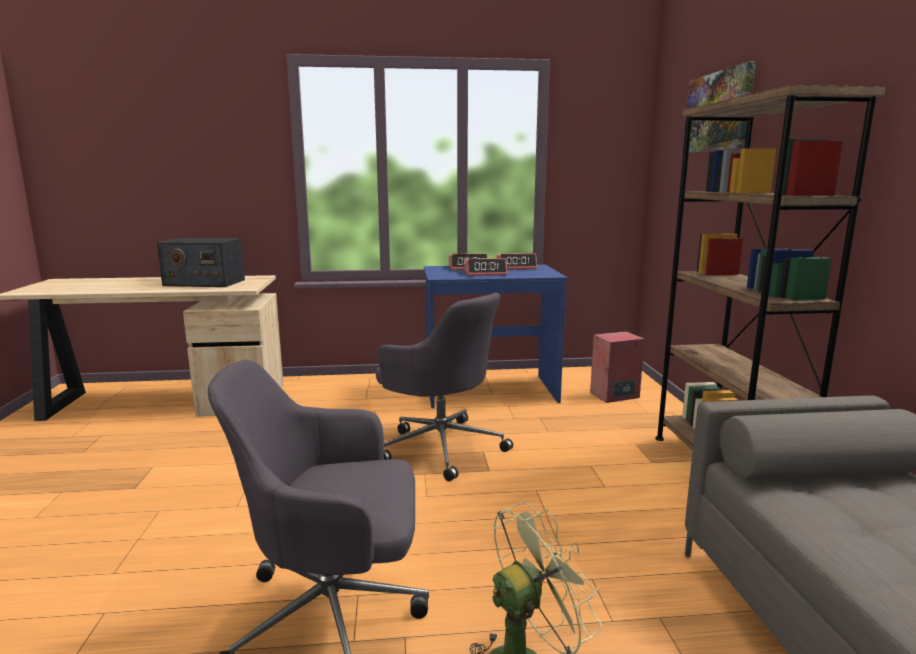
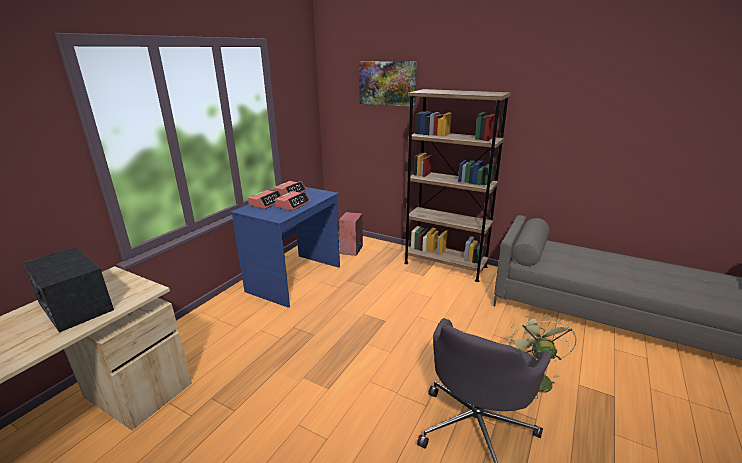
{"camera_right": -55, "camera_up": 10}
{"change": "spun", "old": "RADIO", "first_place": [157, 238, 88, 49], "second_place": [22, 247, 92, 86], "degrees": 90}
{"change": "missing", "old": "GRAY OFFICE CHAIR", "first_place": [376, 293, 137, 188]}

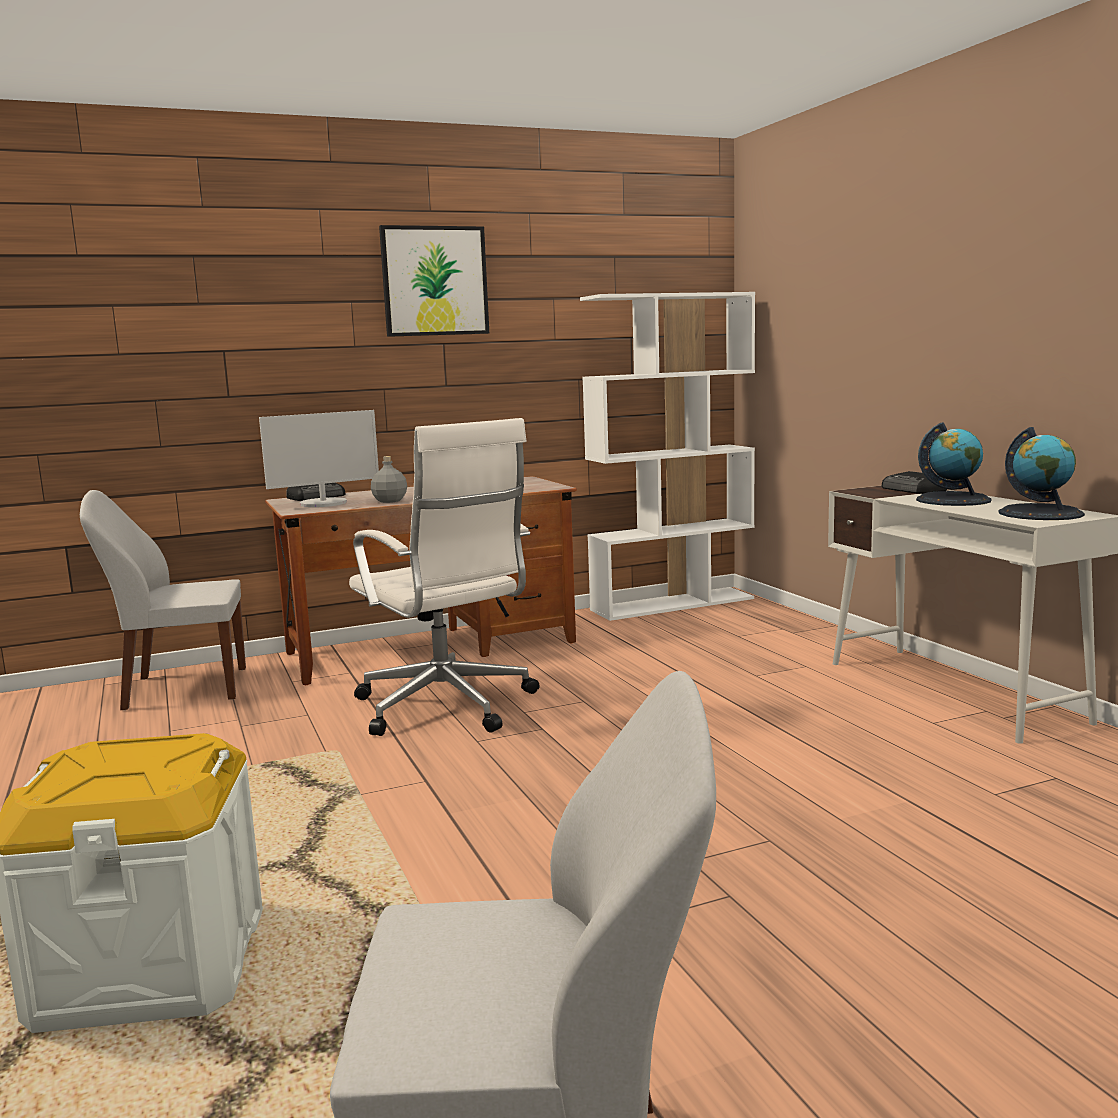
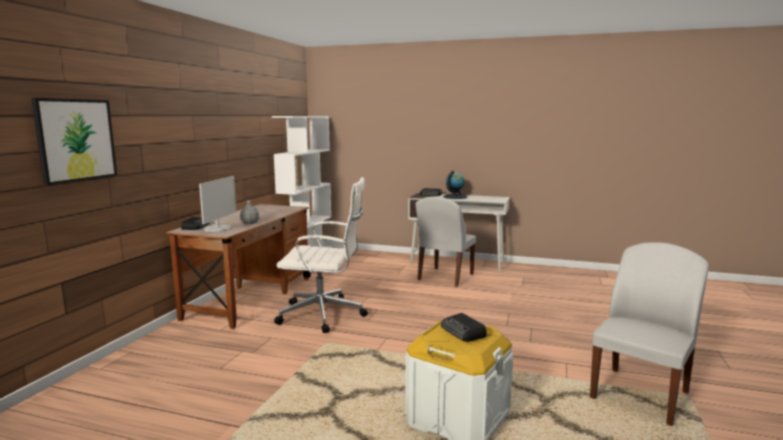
{"camera_right": -50, "camera_up": 0}
{"change": "relocated", "old": "WALL PICTURE", "first_place": [379, 225, 110, 112], "second_place": [31, 98, 86, 87]}
{"change": "relocated", "old": "WHITISH PLAIN CHAIR", "first_place": [80, 490, 166, 220], "second_place": [416, 197, 60, 90]}
{"change": "appeared", "new": "RADIO", "second_place": [441, 313, 46, 29]}
{"change": "missing", "old": "GLOBE", "first_place": [999, 427, 86, 93]}

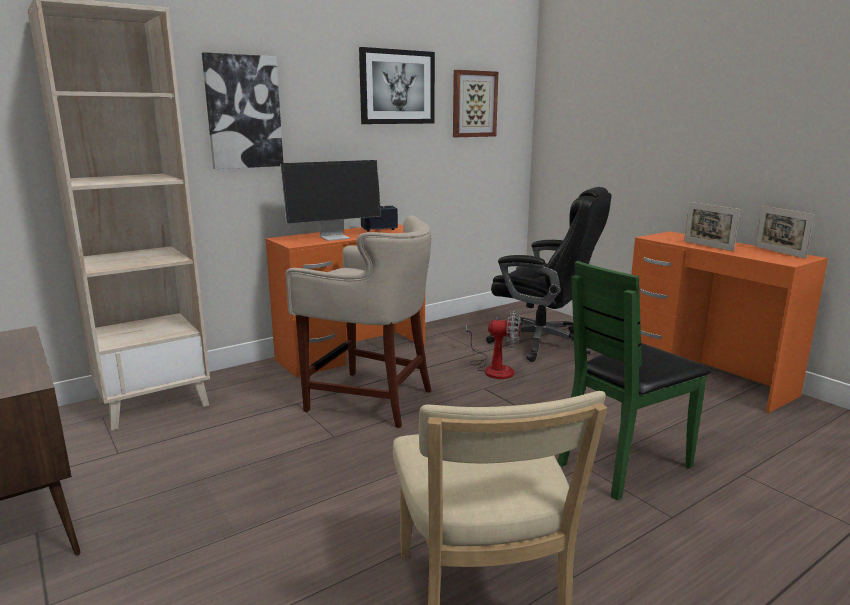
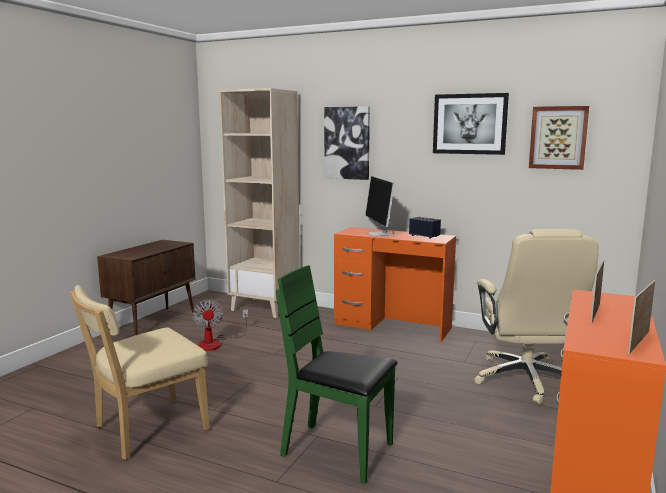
{"camera_right": 60, "camera_up": -5}
{"change": "relocated", "old": "COOLING FAN", "first_place": [465, 311, 56, 68], "second_place": [193, 299, 55, 52]}
{"change": "spun", "old": "MONITOR", "first_place": [280, 160, 101, 81], "second_place": [365, 176, 30, 60], "degrees": 45}
{"change": "colour", "old": "BLACKISH OFFICE CHAIR", "new": "SAND-COLOURED OFFICE CHAIR", "first_place": [486, 187, 125, 175], "second_place": [474, 229, 125, 175]}
{"change": "missing", "old": "SAND-COLOURED STOOL", "first_place": [286, 215, 146, 213]}

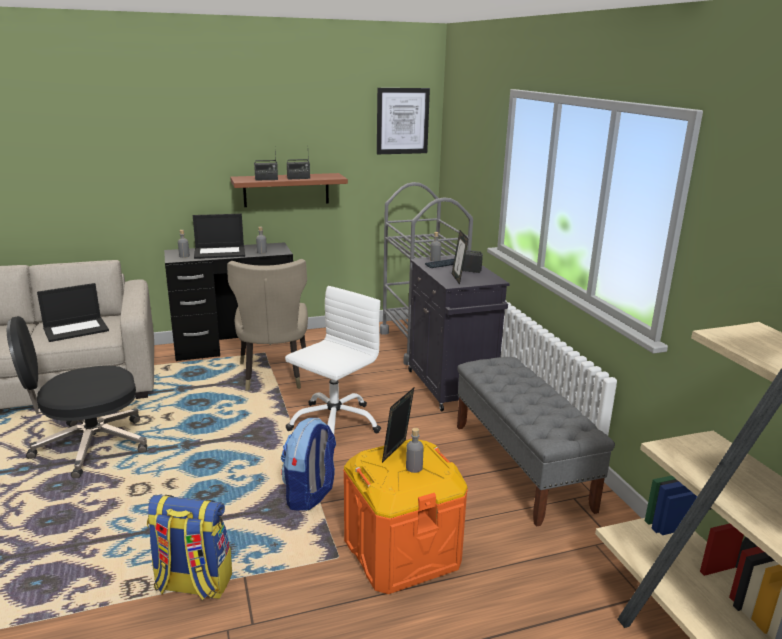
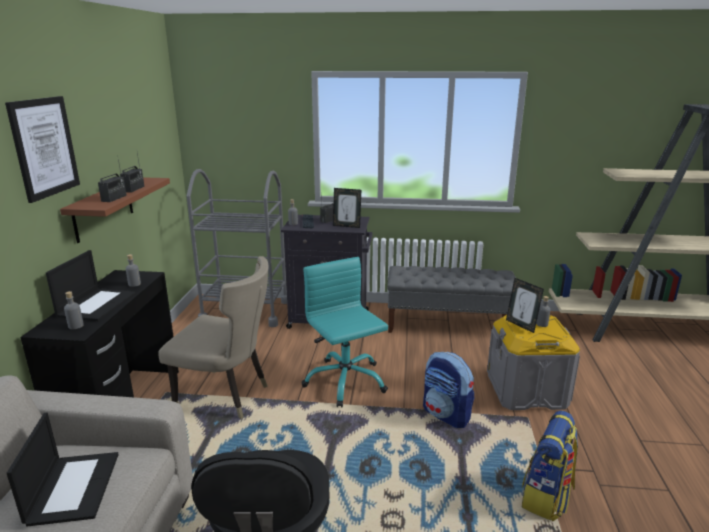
{"camera_right": -65, "camera_up": 0}
{"change": "relocated", "old": "WALL PICTURE", "first_place": [377, 88, 53, 66], "second_place": [5, 96, 75, 107]}
{"change": "colour", "old": "WHITISH OFFICE CHAIR", "new": "BLUE-GREEN OFFICE CHAIR", "first_place": [285, 286, 96, 148], "second_place": [301, 257, 87, 150]}
{"change": "colour", "old": "ORANGEY STORAGE BIN", "new": "GRAY STORAGE BIN", "first_place": [343, 439, 125, 155], "second_place": [487, 315, 93, 95]}

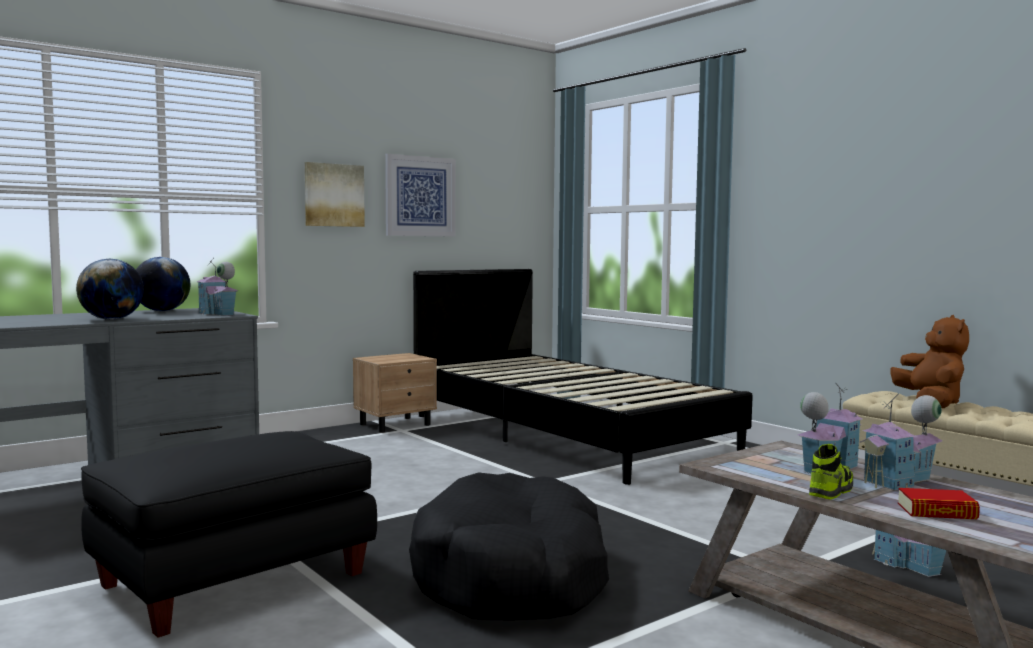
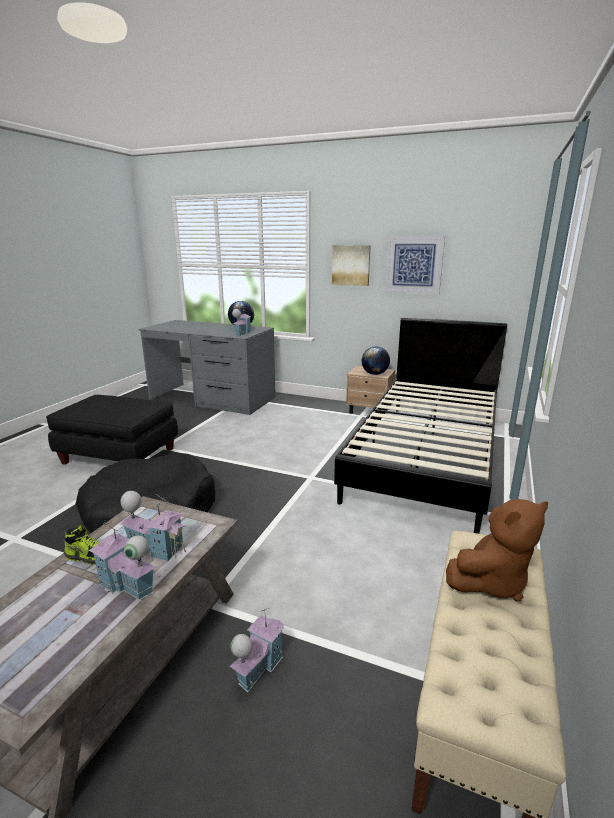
{"camera_right": 60, "camera_up": 15}
{"change": "relocated", "old": "GLOBE", "first_place": [76, 259, 68, 61], "second_place": [362, 346, 28, 29]}
{"change": "missing", "old": "BOUND BOOK", "first_place": [898, 488, 82, 31]}

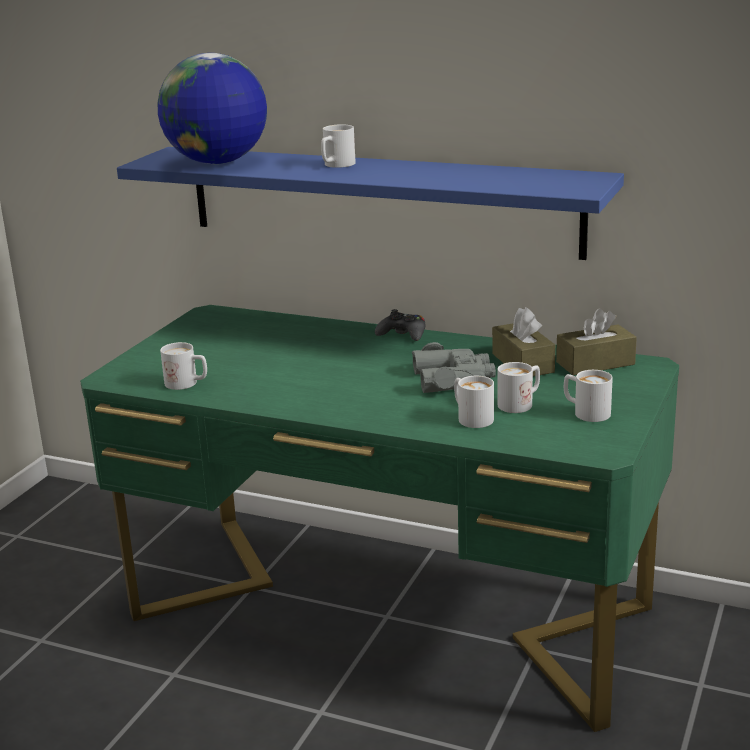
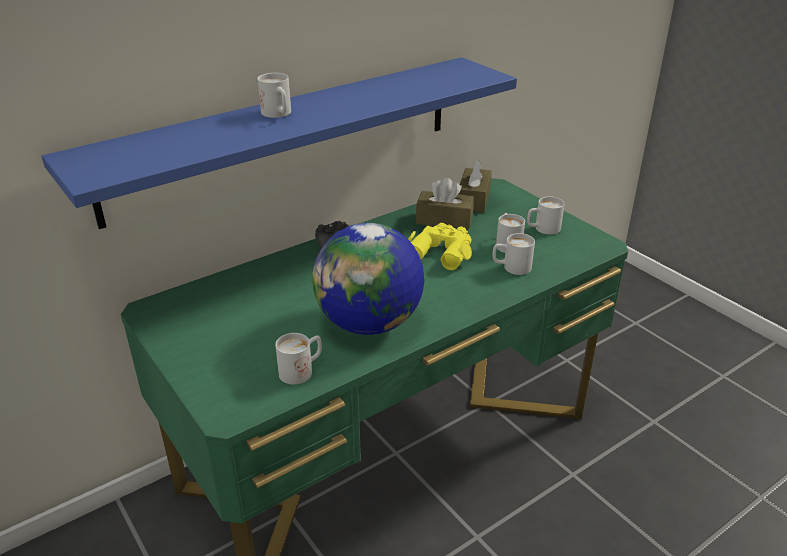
{"camera_right": -60, "camera_up": 10}
{"change": "relocated", "old": "GLOBE", "first_place": [158, 53, 109, 111], "second_place": [312, 223, 112, 112]}
{"change": "colour", "old": "GRAY BINOCULARS", "new": "YELLOW-COLOURED BINOCULARS", "first_place": [412, 342, 84, 51], "second_place": [408, 223, 64, 47]}

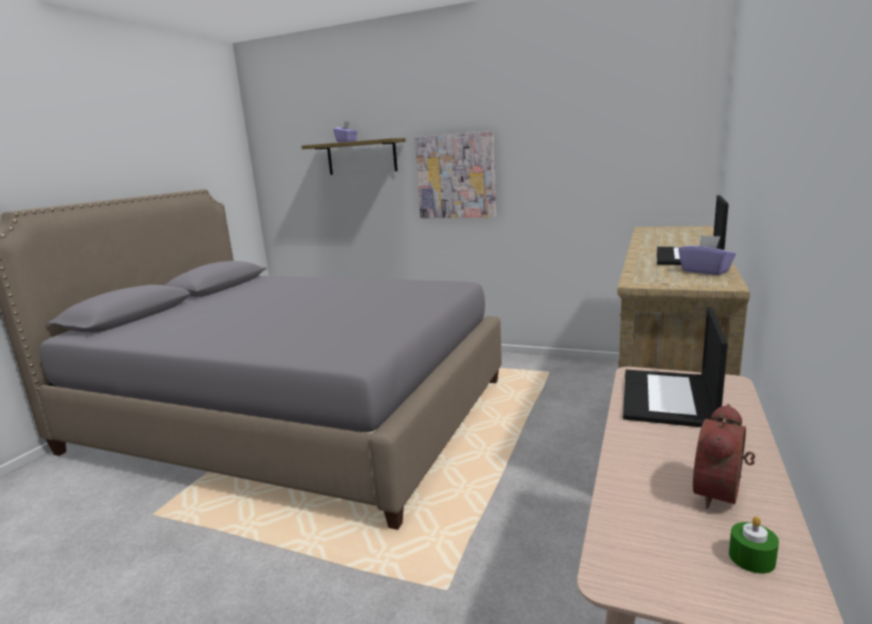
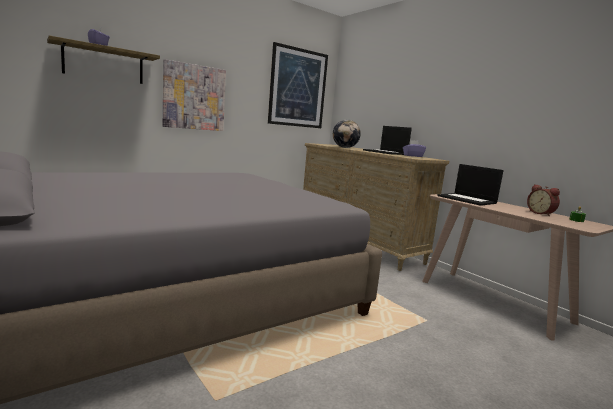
{"camera_right": -60, "camera_up": -5}
{"change": "appeared", "new": "WALL PICTURE", "second_place": [268, 42, 60, 86]}
{"change": "appeared", "new": "GLOBE", "second_place": [333, 120, 28, 28]}

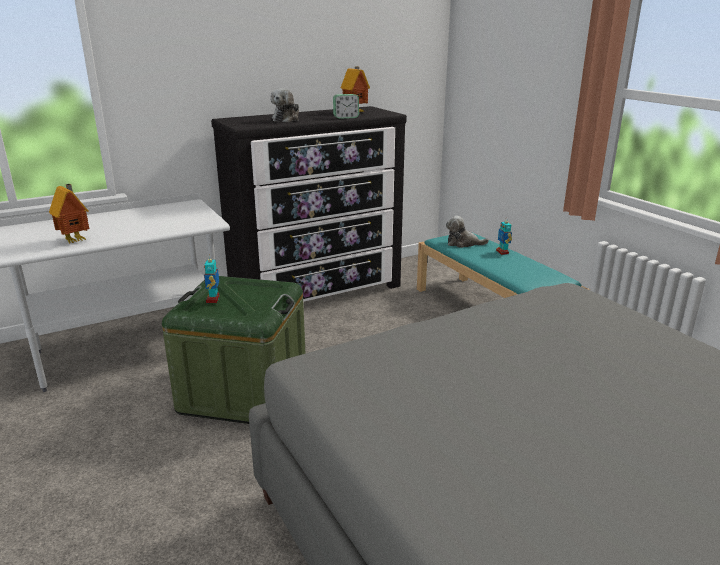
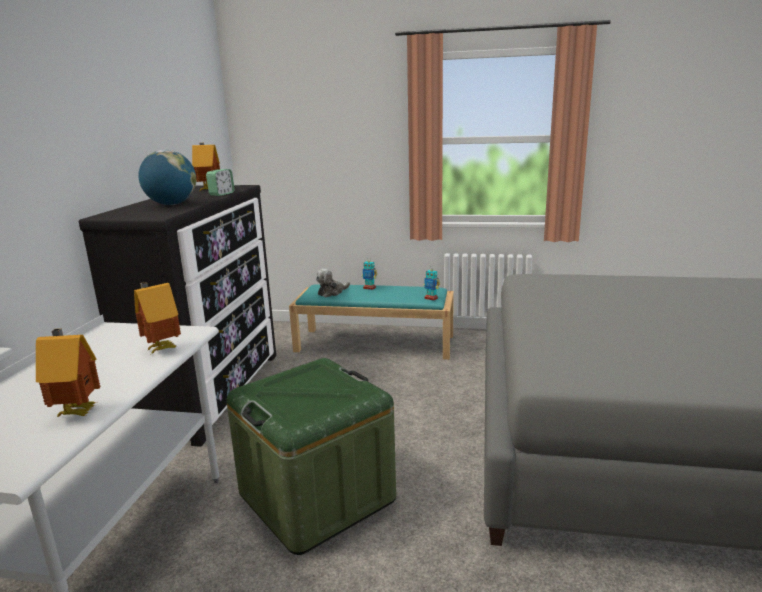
{"camera_right": -50, "camera_up": -5}
{"change": "appeared", "new": "MINIATURE HOUSE", "second_place": [134, 282, 47, 72]}
{"change": "exchanged", "old": "PLUSH TOY", "new": "GLOBE", "first_place": [270, 88, 29, 34], "second_place": [138, 150, 58, 55]}
{"change": "relocated", "old": "ROBOT FIGURE", "first_place": [204, 254, 15, 49], "second_place": [423, 268, 17, 33]}

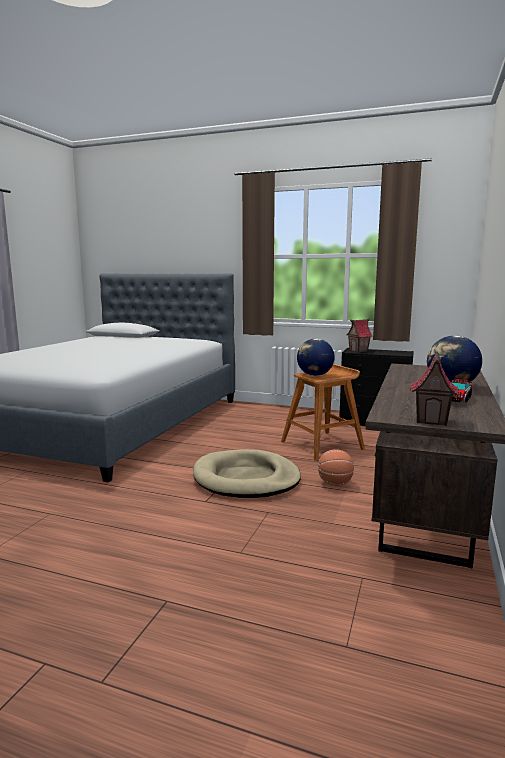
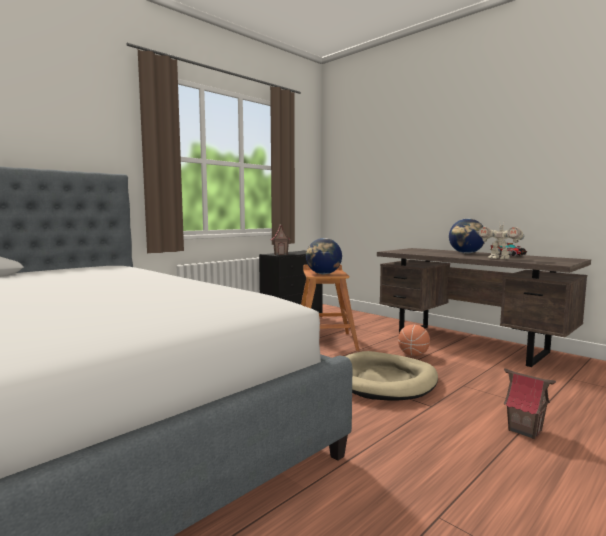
{"camera_right": -65, "camera_up": -5}
{"change": "appeared", "new": "ROBOT FIGURE", "second_place": [478, 223, 47, 36]}
{"change": "relocated", "old": "MINIATURE HOUSE", "first_place": [410, 352, 50, 74], "second_place": [504, 368, 52, 71]}

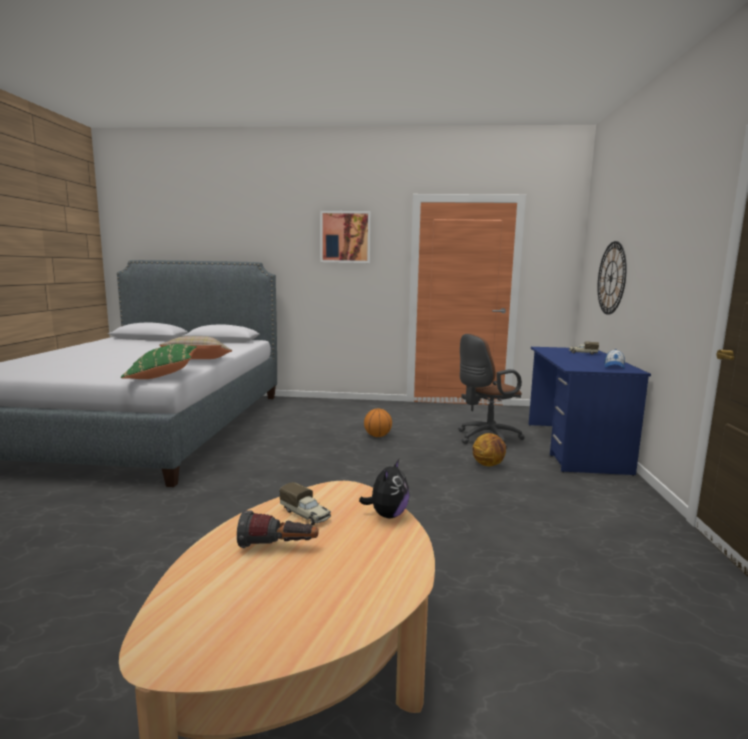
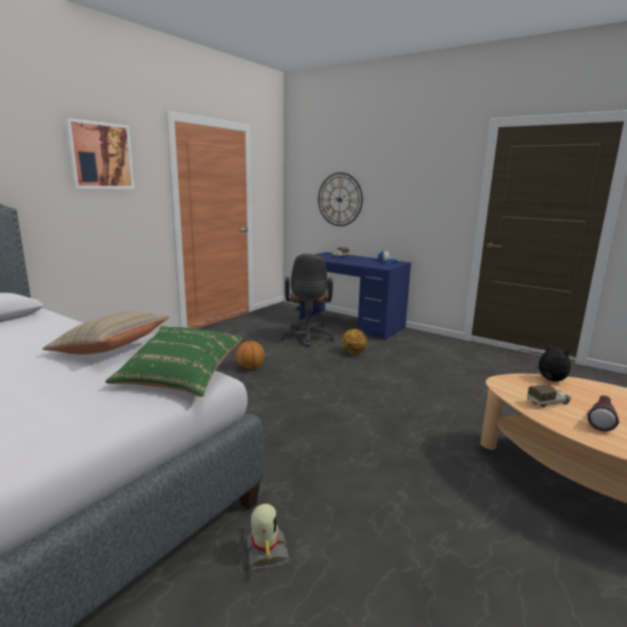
{"camera_right": -60, "camera_up": 5}
{"change": "appeared", "new": "ROBOT FIGURE", "second_place": [246, 503, 44, 67]}

